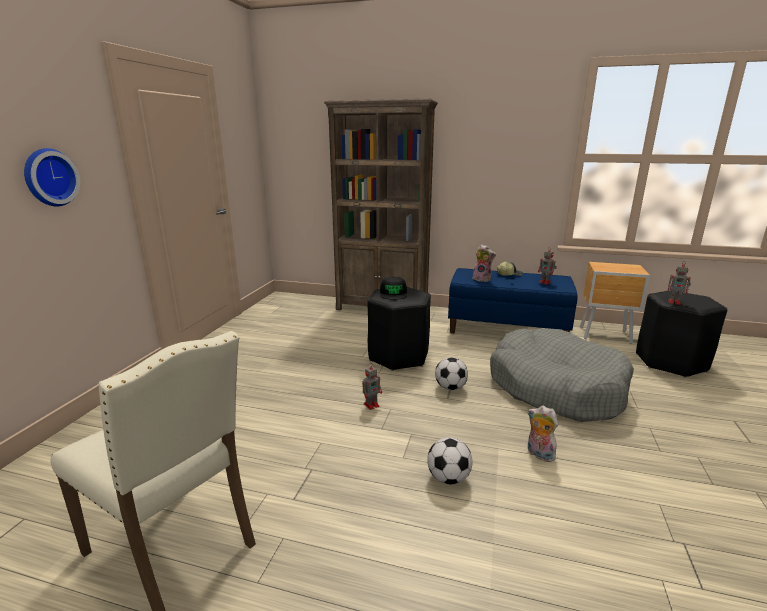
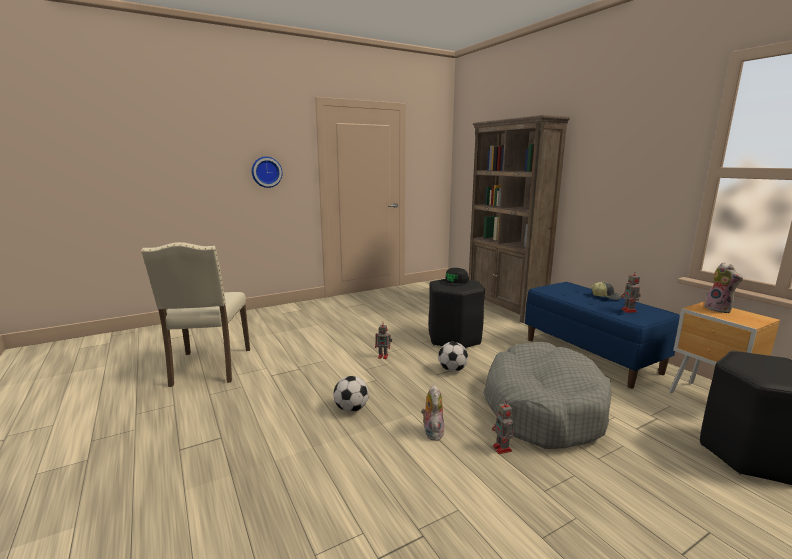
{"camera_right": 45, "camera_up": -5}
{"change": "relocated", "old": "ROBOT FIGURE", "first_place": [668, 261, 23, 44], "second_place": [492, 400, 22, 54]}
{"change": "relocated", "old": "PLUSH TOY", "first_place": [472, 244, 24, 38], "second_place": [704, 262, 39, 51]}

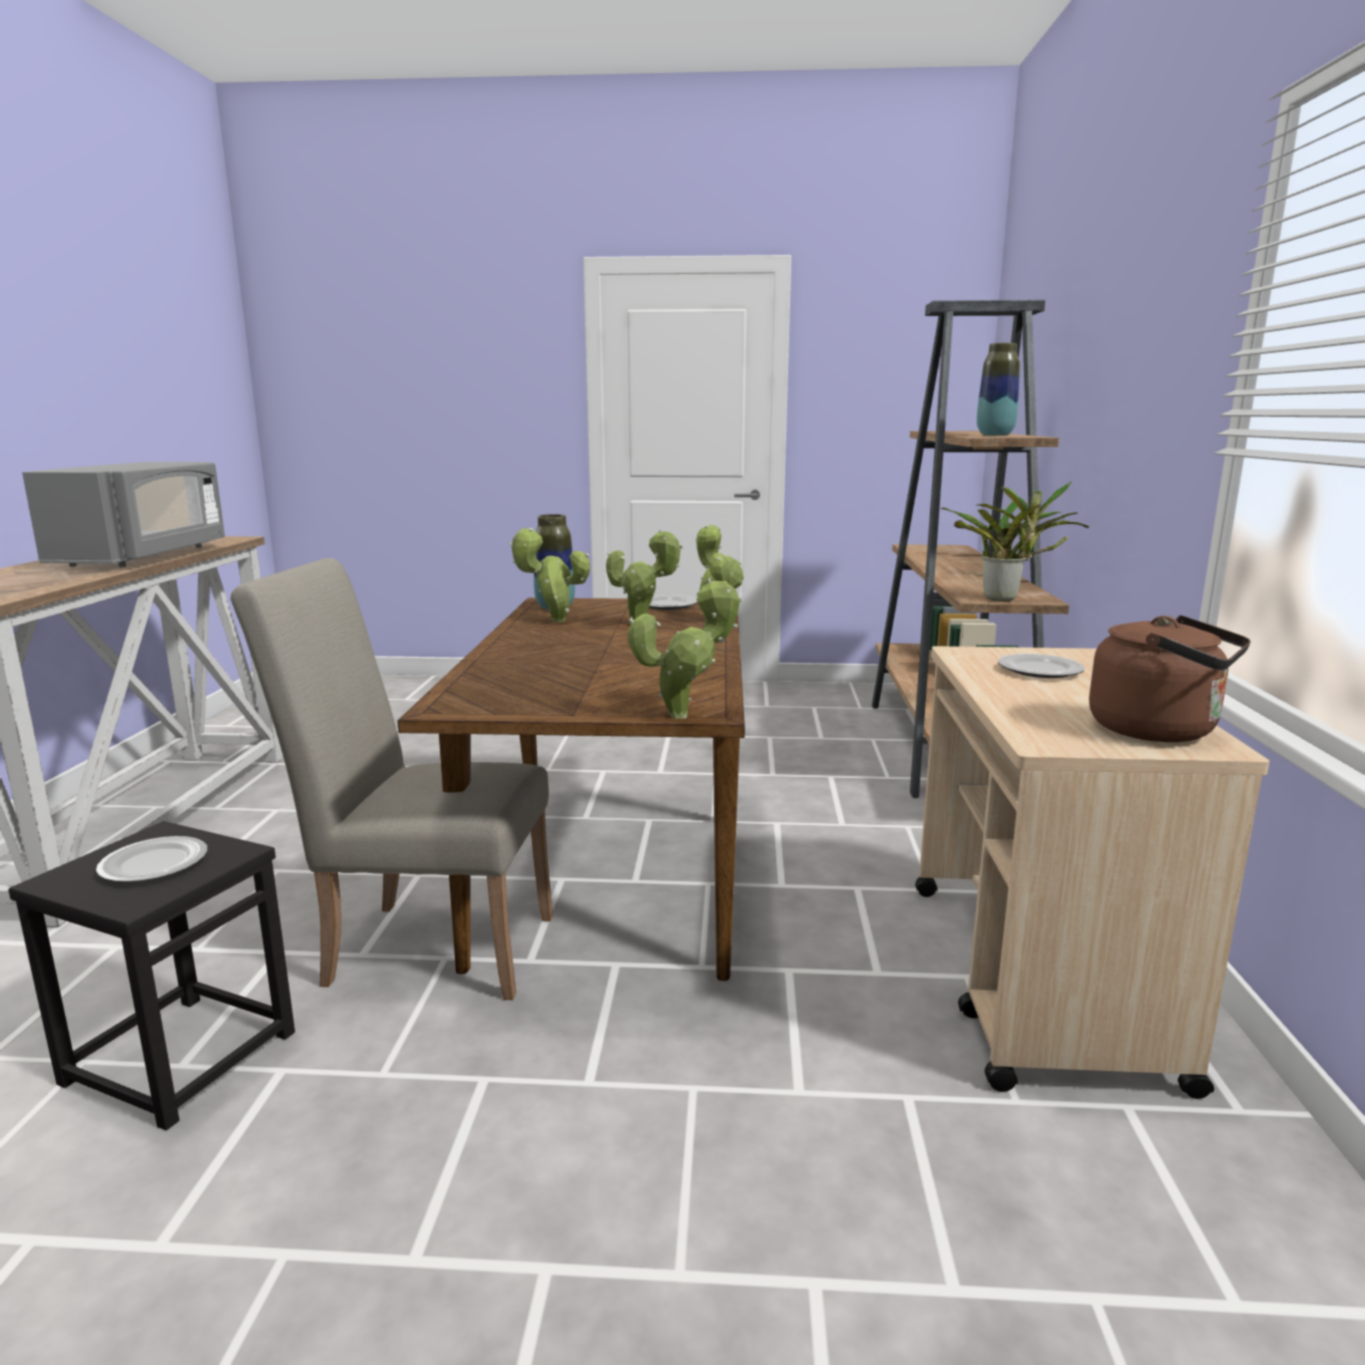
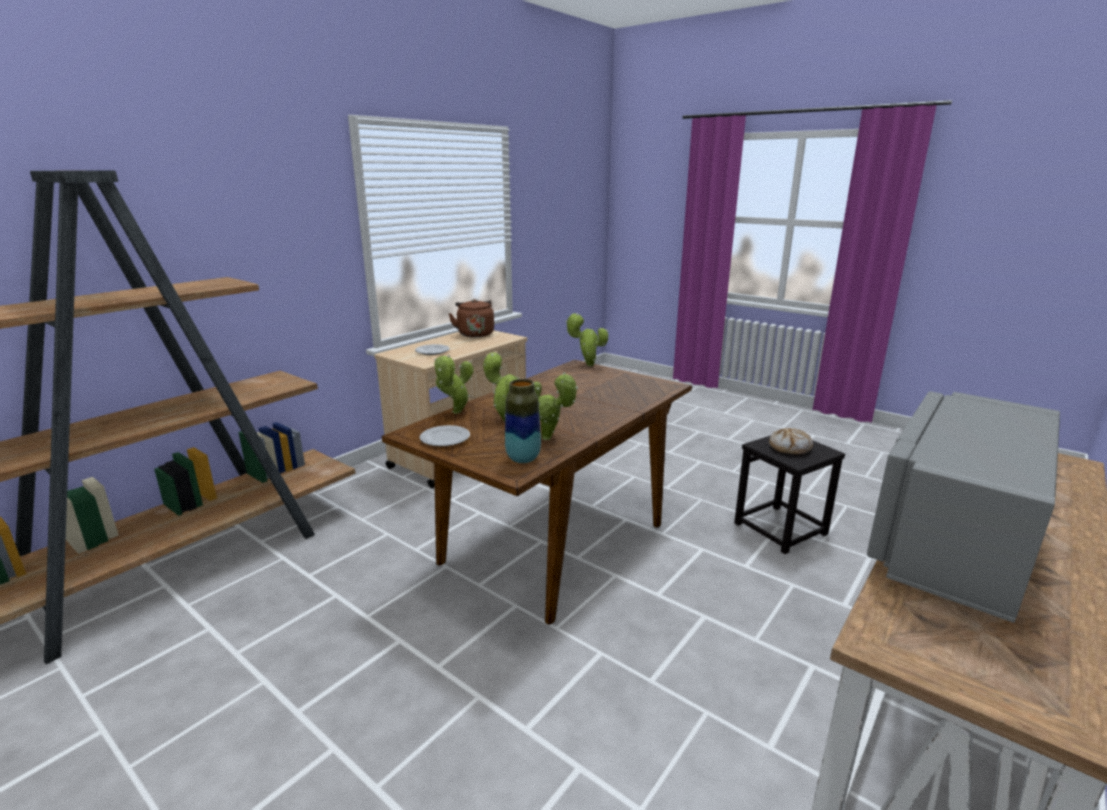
{"camera_right": -145, "camera_up": 5}
{"change": "exchanged", "old": "FLAT DISH", "new": "BAKED BREAD", "first_place": [96, 836, 111, 46], "second_place": [769, 428, 44, 27]}
{"change": "missing", "old": "SAND-COLOURED PLAIN CHAIR", "first_place": [230, 558, 323, 442]}
{"change": "missing", "old": "HOUSEPLANT", "first_place": [941, 482, 148, 119]}
{"change": "missing", "old": "VASE", "first_place": [977, 343, 43, 93]}

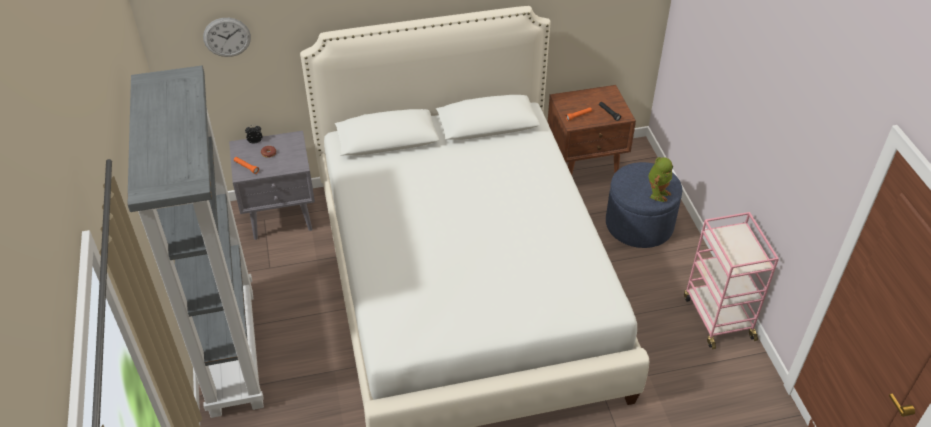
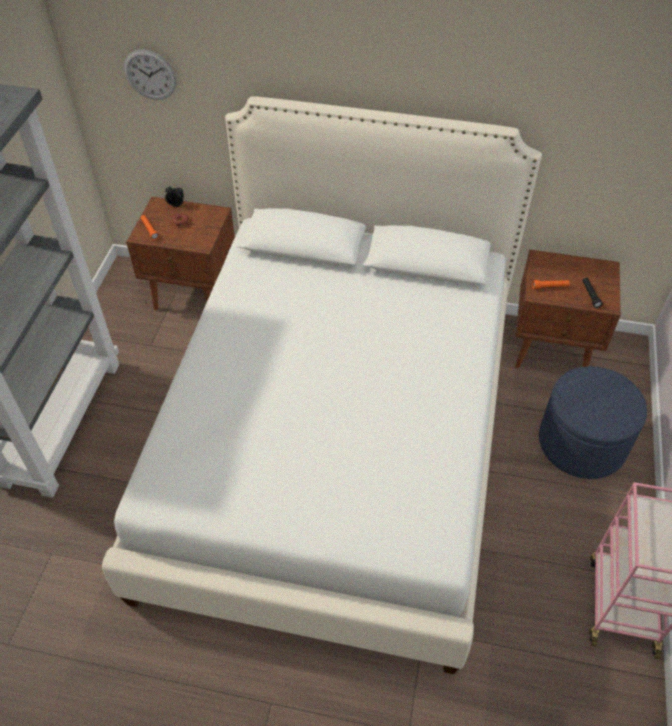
{"camera_right": 25, "camera_up": 5}
{"change": "colour", "old": "GRAY NIGHTSTAND", "new": "BROWN NIGHTSTAND", "first_place": [229, 131, 86, 109], "second_place": [126, 197, 109, 114]}
{"change": "missing", "old": "ROBOT FIGURE", "first_place": [649, 157, 24, 45]}

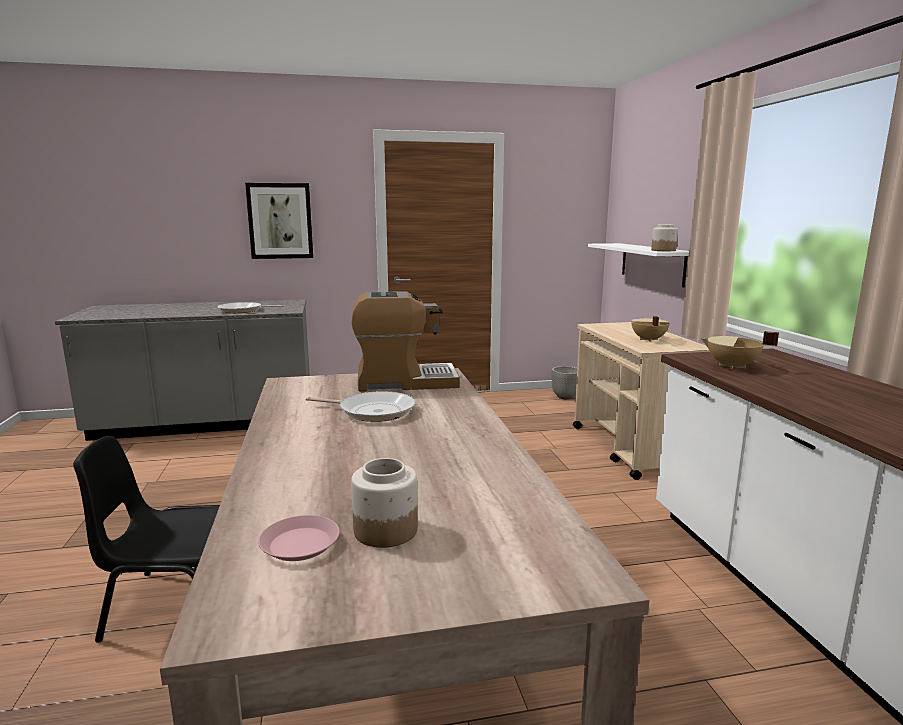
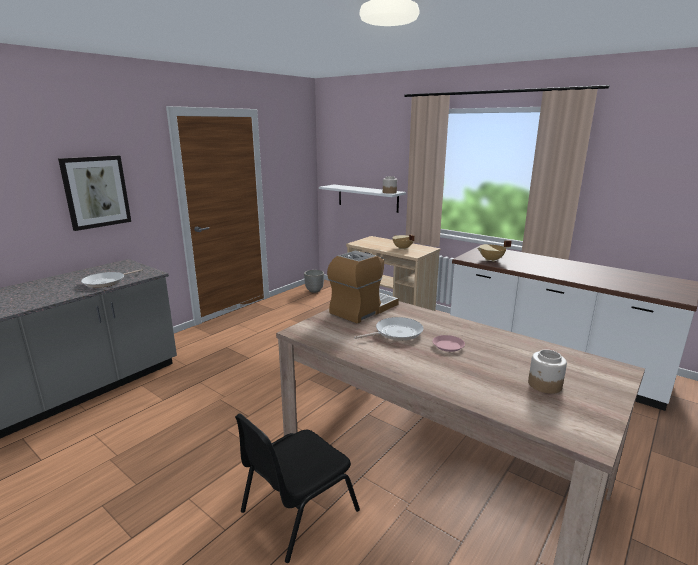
{"camera_right": -40, "camera_up": 5}
{"change": "relocated", "old": "PINK FLAT DISH", "first_place": [258, 515, 82, 46], "second_place": [432, 335, 33, 17]}

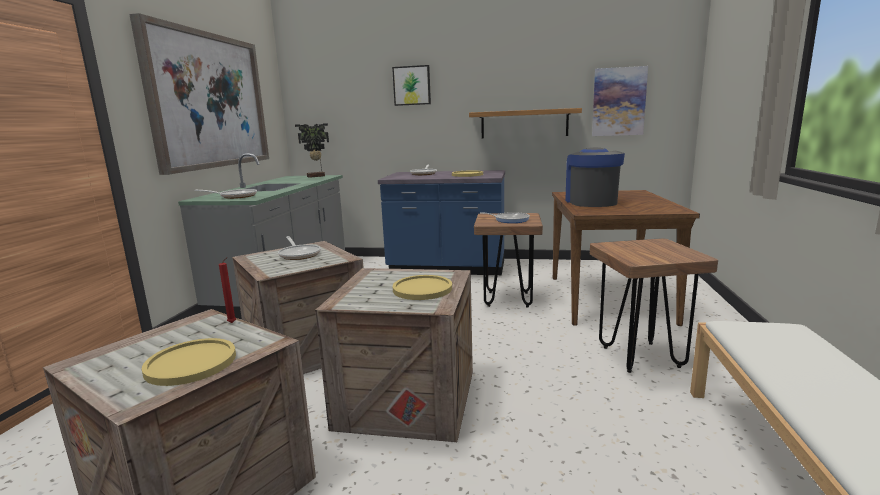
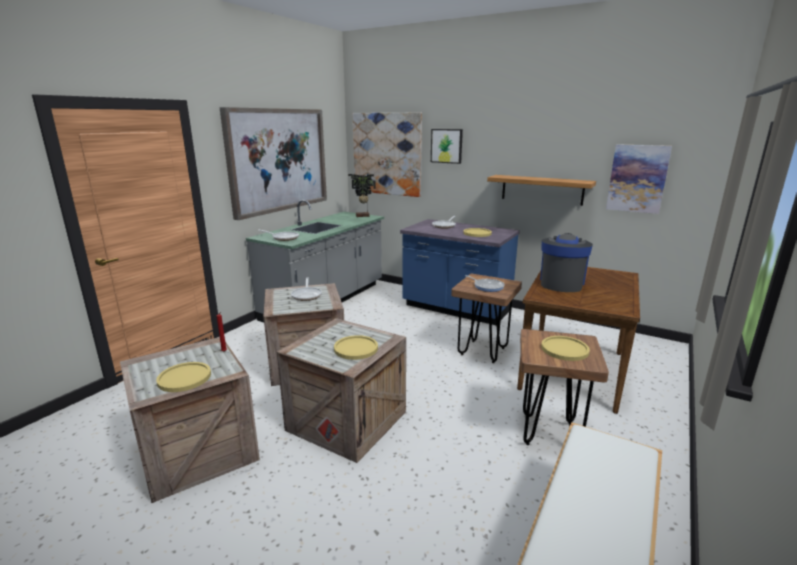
{"camera_right": 20, "camera_up": 5}
{"change": "appeared", "new": "WALL PICTURE", "second_place": [353, 113, 69, 84]}
{"change": "appeared", "new": "YELLOW-COLOURED FLAT DISH", "second_place": [541, 336, 49, 25]}

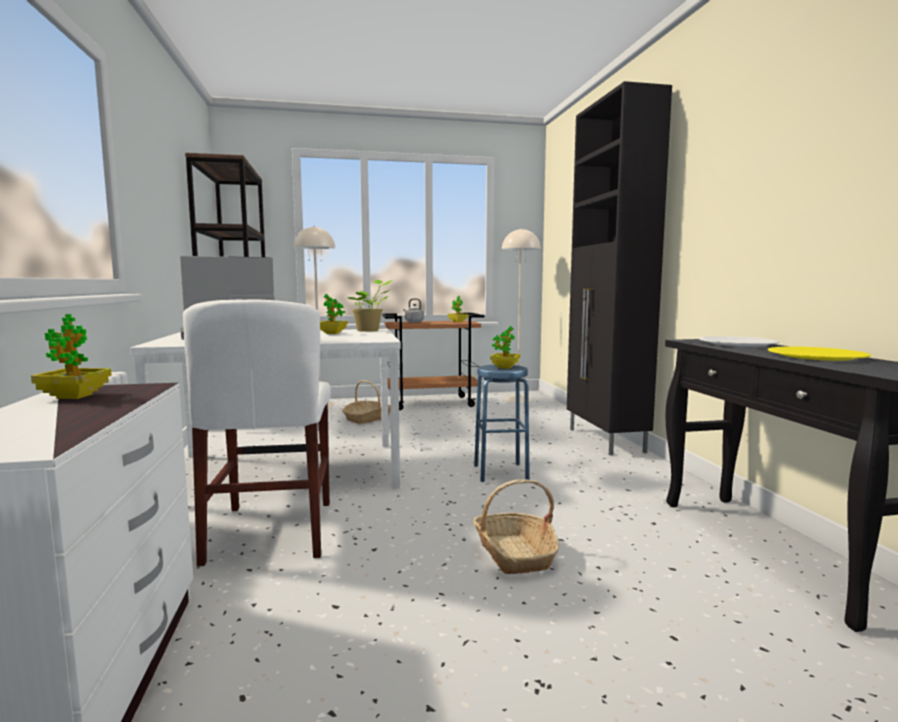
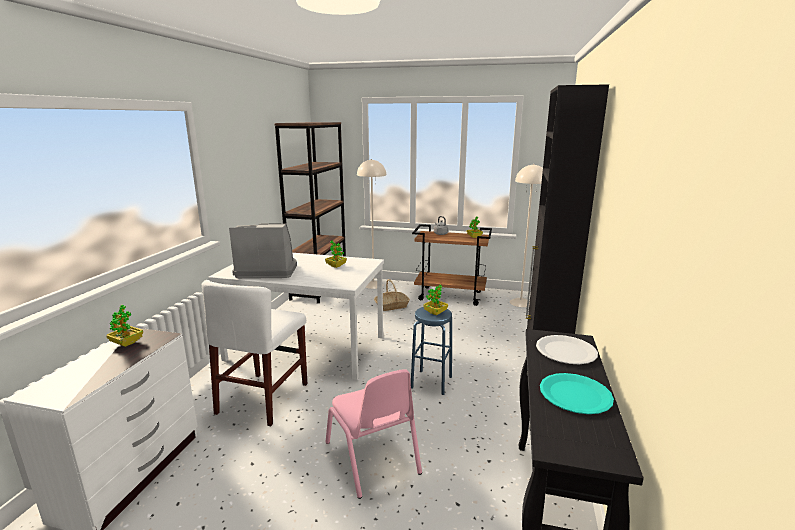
{"camera_right": 25, "camera_up": 10}
{"change": "exchanged", "old": "BASKET", "new": "PINK PLAIN CHAIR", "first_place": [473, 479, 86, 95], "second_place": [326, 369, 96, 130]}
{"change": "colour", "old": "YELLOW-COLOURED FLAT DISH", "new": "BLUE-GREEN FLAT DISH", "first_place": [768, 346, 103, 15], "second_place": [540, 373, 74, 41]}
{"change": "missing", "old": "HOUSEPLANT", "first_place": [347, 280, 45, 52]}

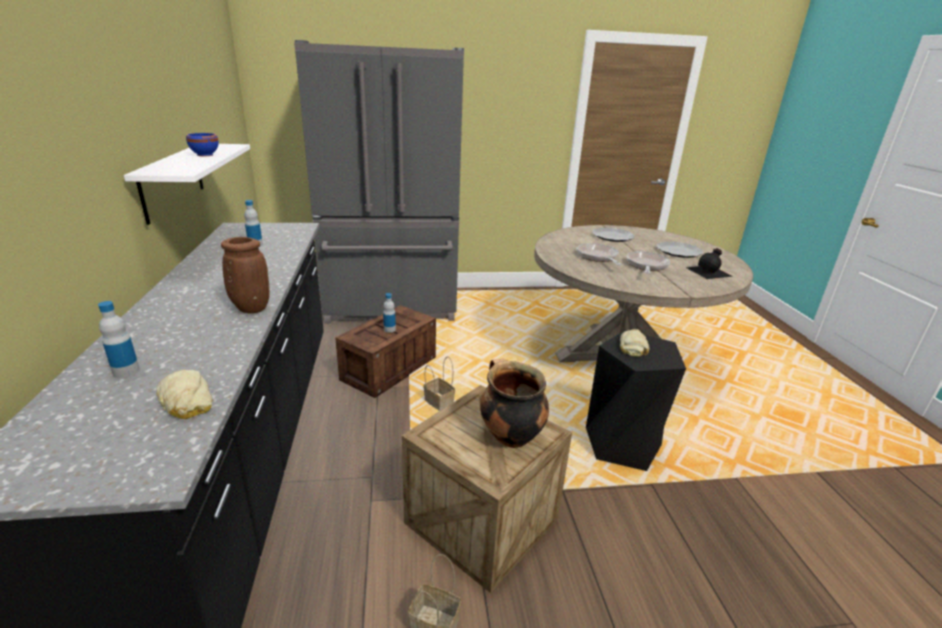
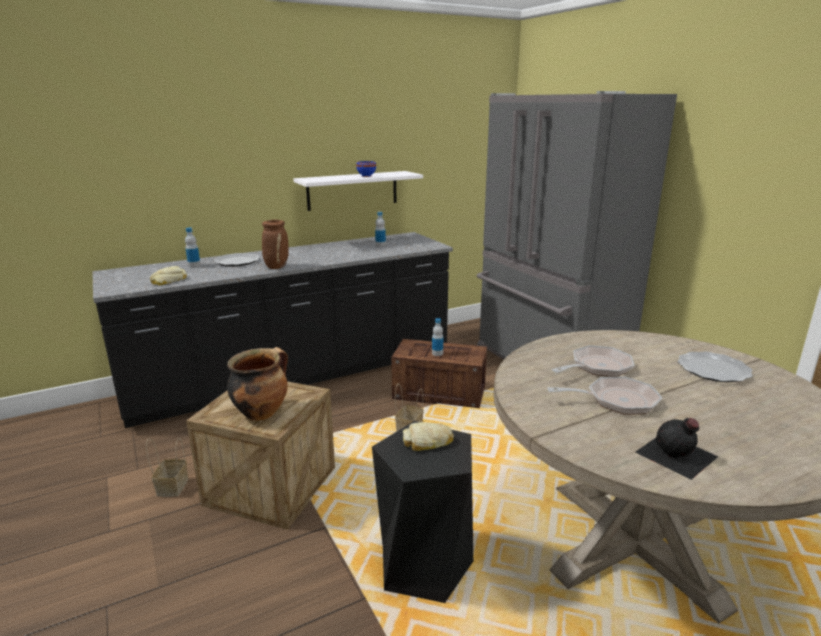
{"camera_right": 70, "camera_up": -5}
{"change": "relocated", "old": "FLAT DISH", "first_place": [657, 241, 46, 17], "second_place": [213, 253, 47, 14]}

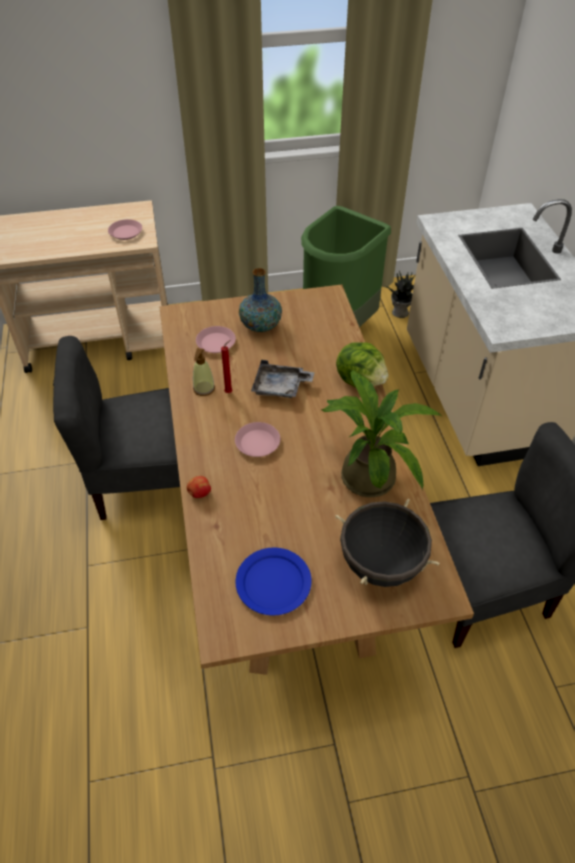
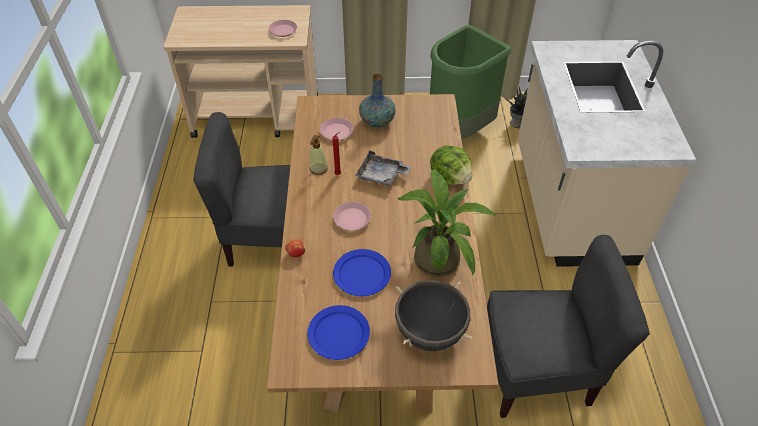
{"camera_right": 10, "camera_up": 0}
{"change": "appeared", "new": "BLUE-COLOURED FLAT DISH", "second_place": [333, 249, 58, 47]}

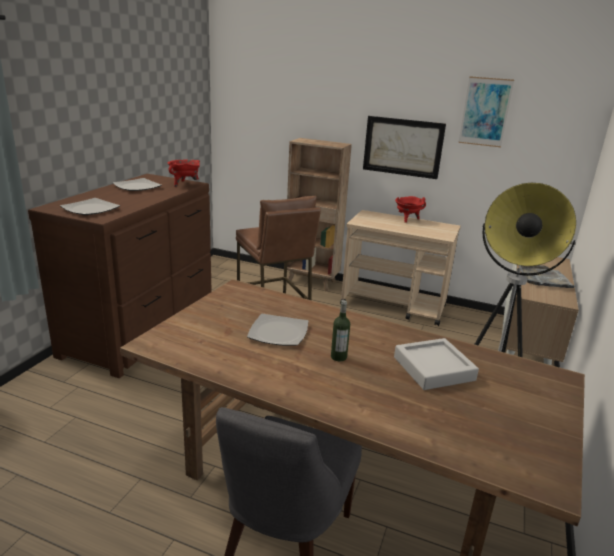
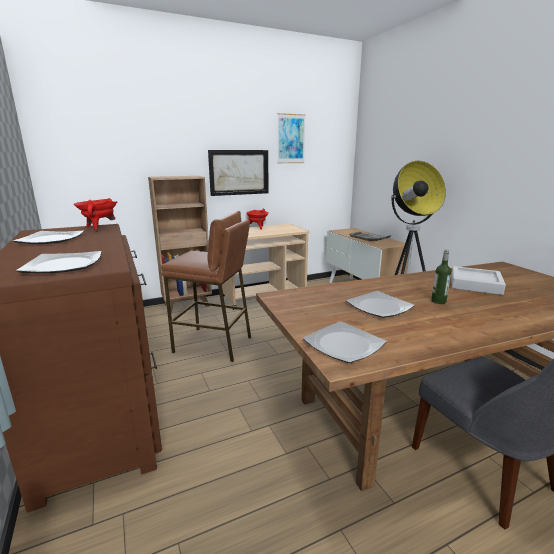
{"camera_right": -45, "camera_up": -5}
{"change": "appeared", "new": "FLAT DISH", "second_place": [303, 321, 84, 42]}

